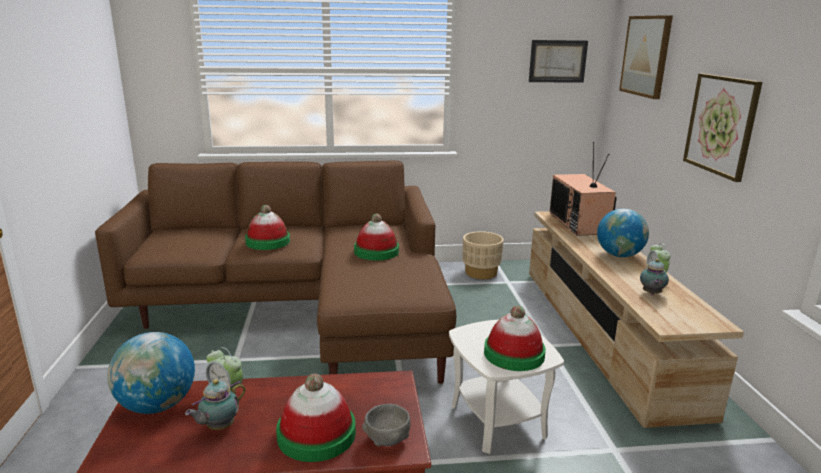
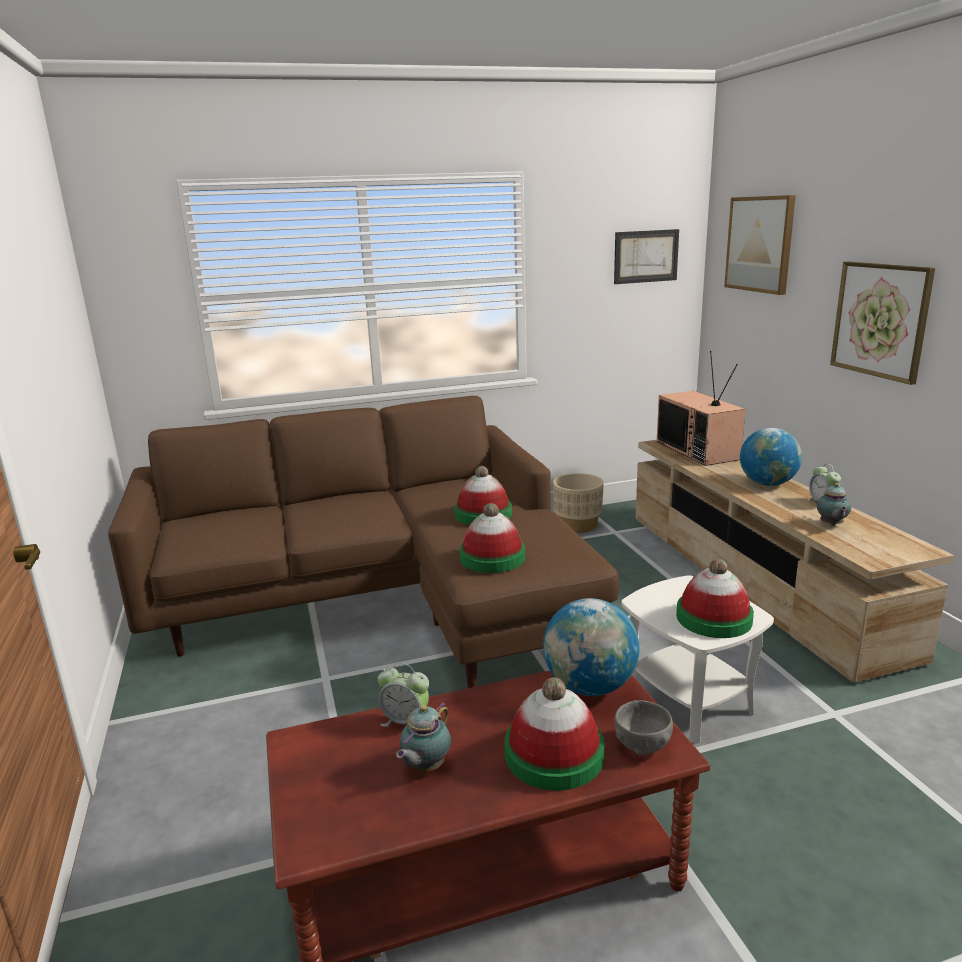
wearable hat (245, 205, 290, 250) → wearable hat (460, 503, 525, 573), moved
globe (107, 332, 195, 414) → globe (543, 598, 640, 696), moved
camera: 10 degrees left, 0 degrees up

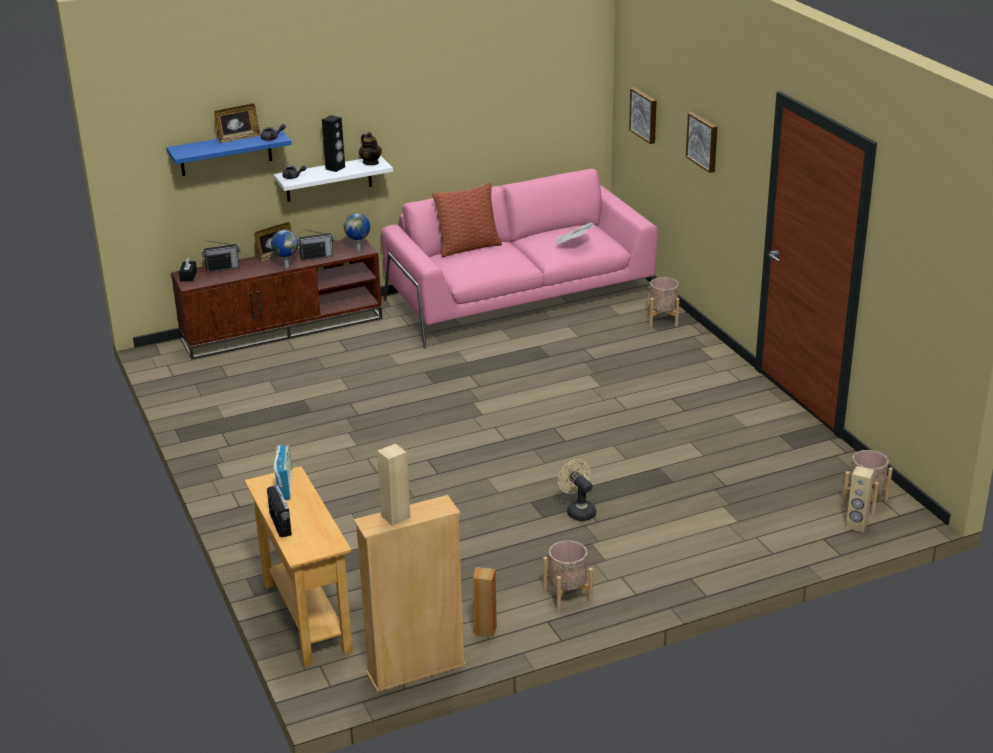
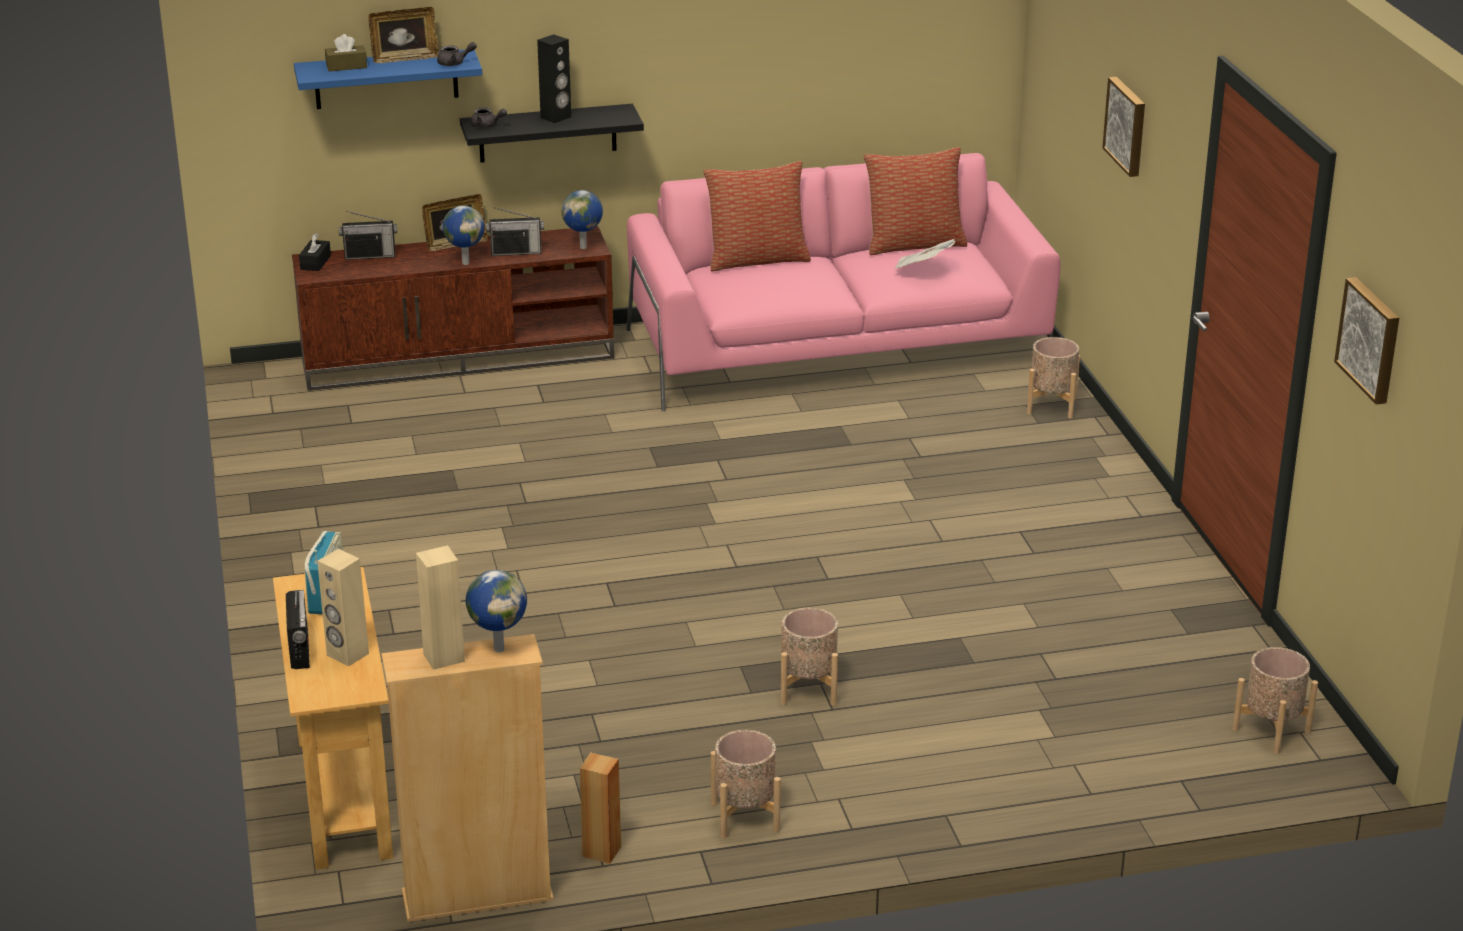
picture (629, 87, 657, 144) → picture (1334, 277, 1399, 404), moved
pot for tea (359, 132, 382, 165) → -
white-coloured wall shelf (273, 156, 393, 202) → black wall shelf (460, 104, 644, 163)
beige-coloured fan (558, 459, 596, 521) → beige-coloured flower pot (781, 608, 838, 706)
beige-coloured speaker (846, 466, 874, 532) → beige-coloured speaker (317, 549, 369, 666), moved
- → brownish tissue holder (325, 34, 367, 72)
- → cushion (864, 147, 967, 255)
- → globe (466, 570, 527, 652)
camera: 10 degrees right, 0 degrees up

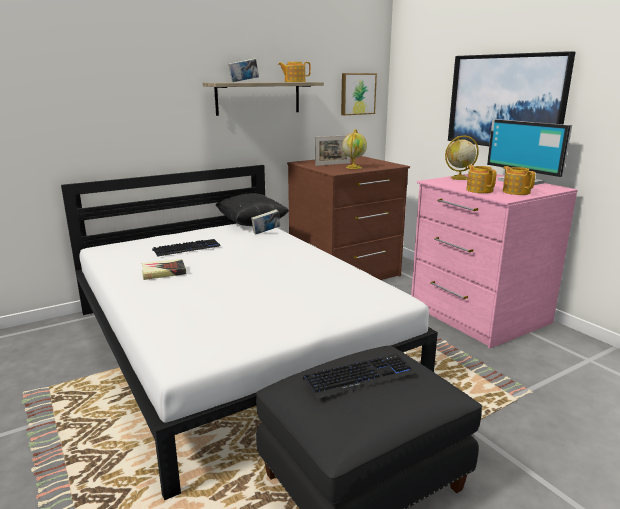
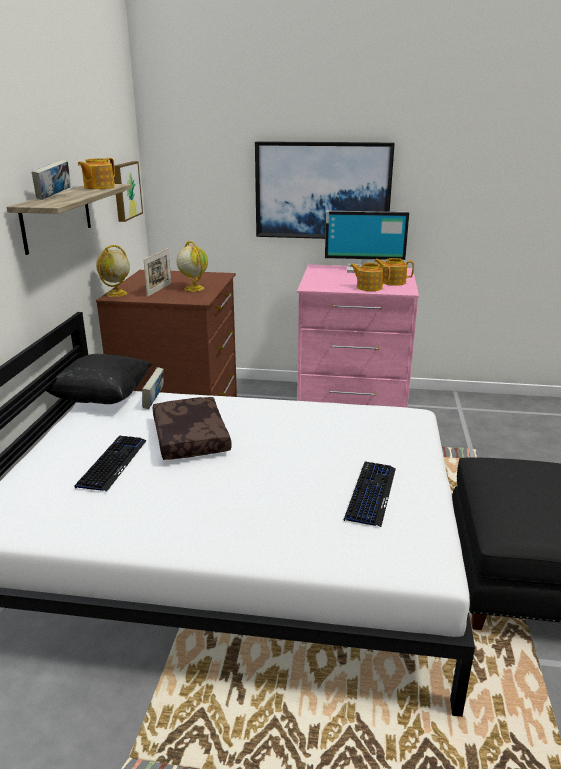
globe (445, 135, 479, 180) → globe (96, 245, 130, 297), moved
volume (142, 259, 186, 280) → -
PC keyboard (303, 354, 415, 399) → PC keyboard (344, 461, 396, 527), moved
- → brownish cushion (152, 397, 232, 460)
camera: 50 degrees left, 5 degrees up

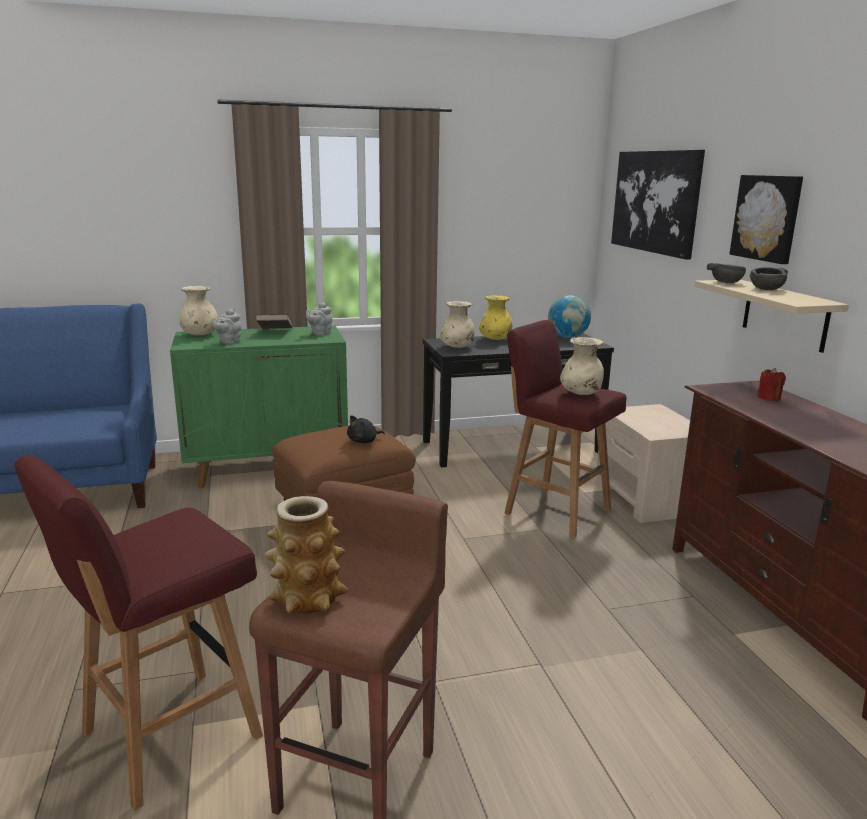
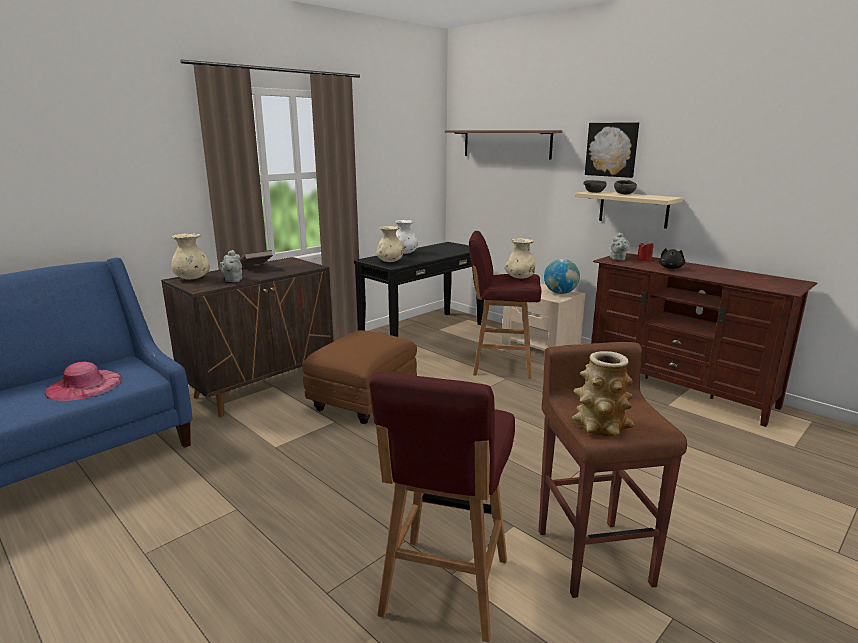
picture (611, 150, 705, 260) → wall shelf (445, 130, 562, 160)
yellowish vase (479, 295, 512, 340) → white-coloured vase (395, 220, 418, 254)
globe (548, 296, 591, 338) → globe (544, 259, 580, 294), moved
grey pot for tea (306, 302, 332, 336) → grey pot for tea (610, 232, 630, 261), moved
green cupboard (170, 326, 348, 488) → brownish cupboard (161, 257, 334, 417)
black cuddly toy (347, 415, 385, 443) → black cuddly toy (659, 248, 685, 269), moved
- → pinkish wearable hat (45, 362, 122, 401)
camera: 30 degrees left, 0 degrees up

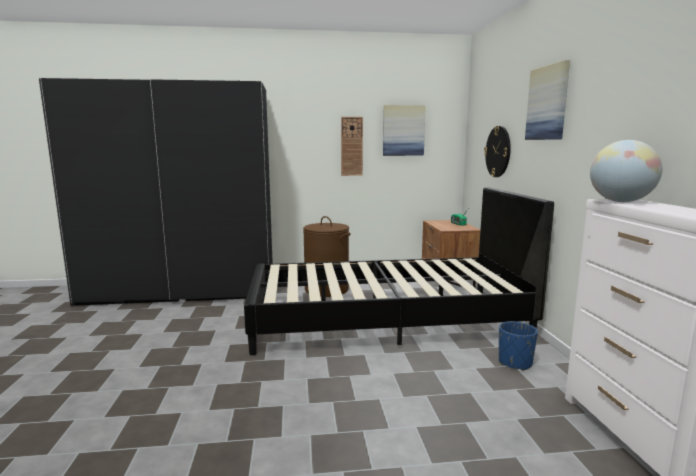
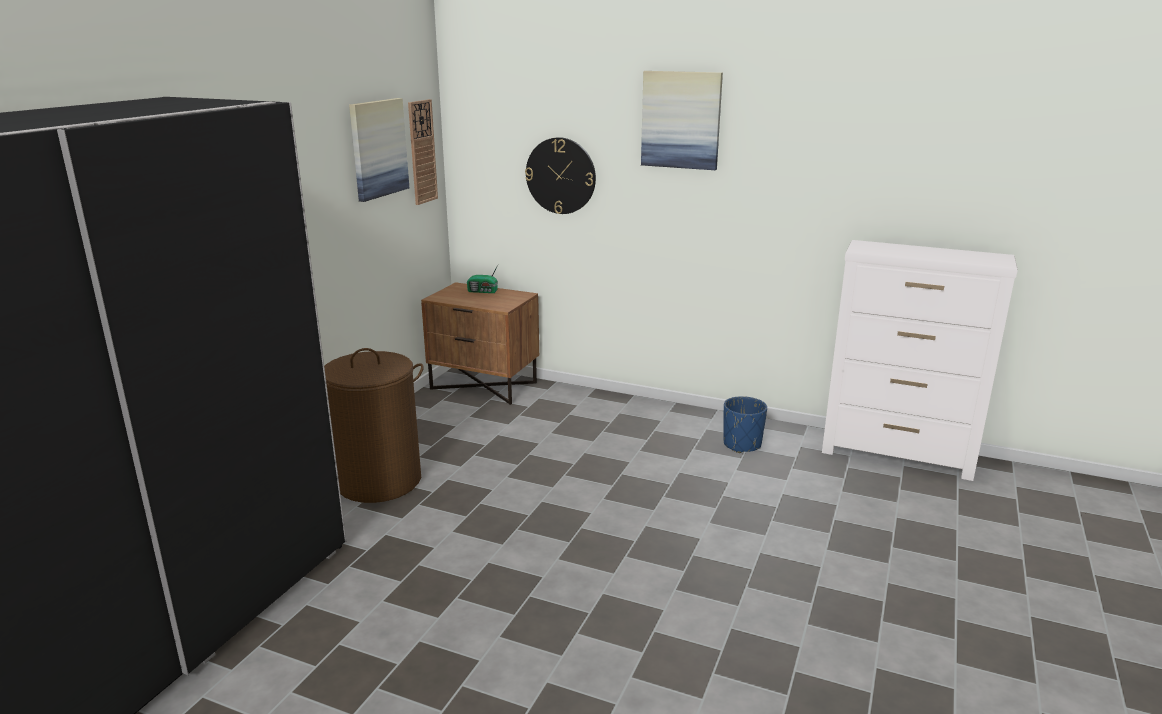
hanging clock (341, 117, 363, 176) → hanging clock (408, 99, 438, 205), moved
globe (590, 140, 662, 202) → -
black bed (244, 187, 554, 355) → -
camera: 60 degrees left, 10 degrees up

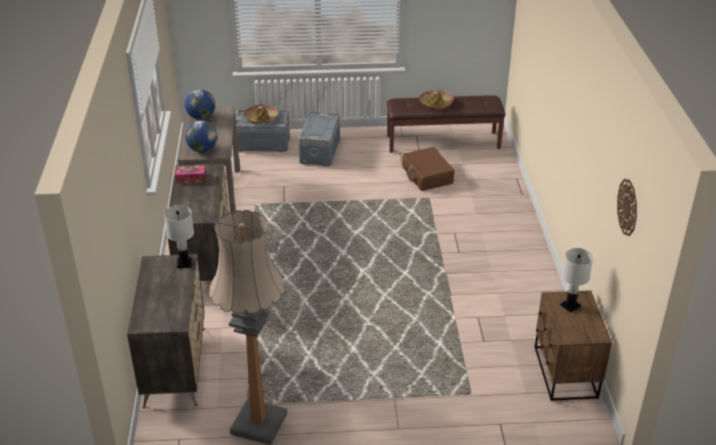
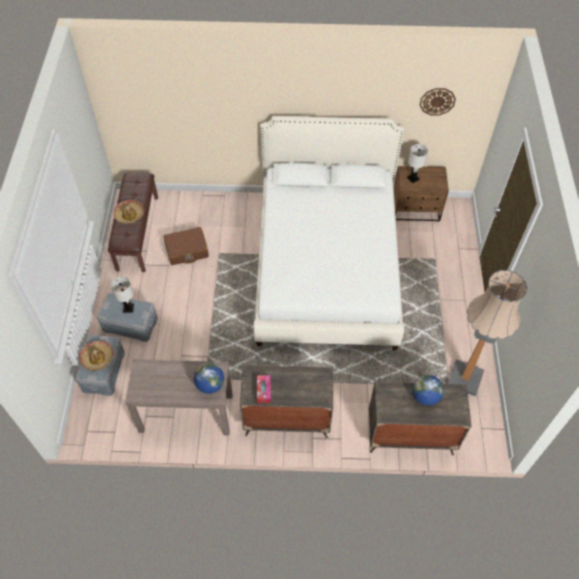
globe (185, 89, 215, 120) → globe (413, 375, 444, 406), moved
white-coloured table lamp (164, 205, 194, 268) → white-coloured table lamp (111, 276, 134, 313), moved
- → white-coloured bed (253, 116, 404, 350)
camera: 85 degrees left, 20 degrees up

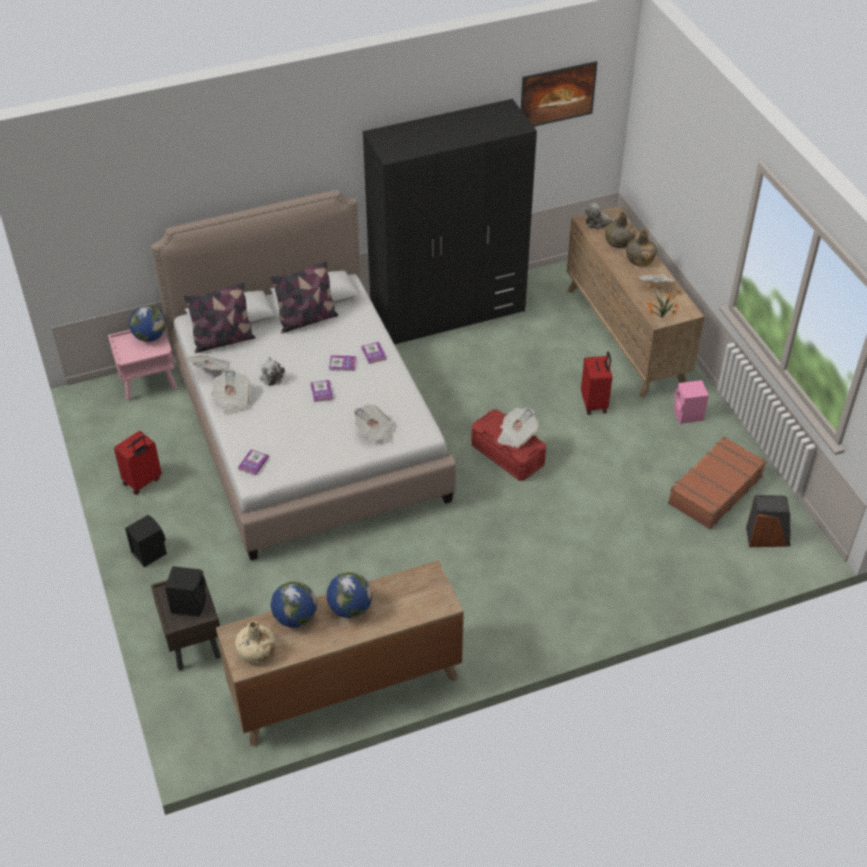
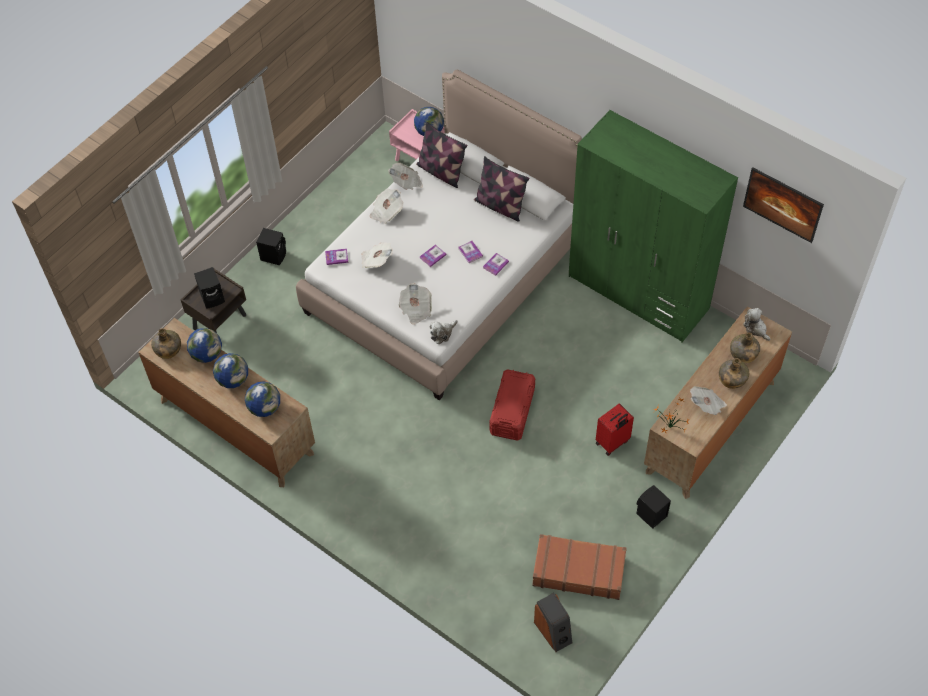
black wardrobe (363, 99, 537, 345) → green wardrobe (569, 110, 738, 343)
cuddly toy (260, 357, 285, 386) → cuddly toy (430, 320, 457, 344), moved
pinkish speaker (674, 380, 709, 424) → black speaker (636, 485, 671, 529)
daily paper (497, 407, 538, 448) → daily paper (361, 242, 393, 268), moved
red-coloured travel case (114, 431, 162, 495) → -
beige-coloured beverage bottle (235, 621, 275, 664) → green beverage bottle (151, 328, 181, 359)
- → globe (245, 381, 280, 417)
camera: 60 degrees right, 10 degrees up

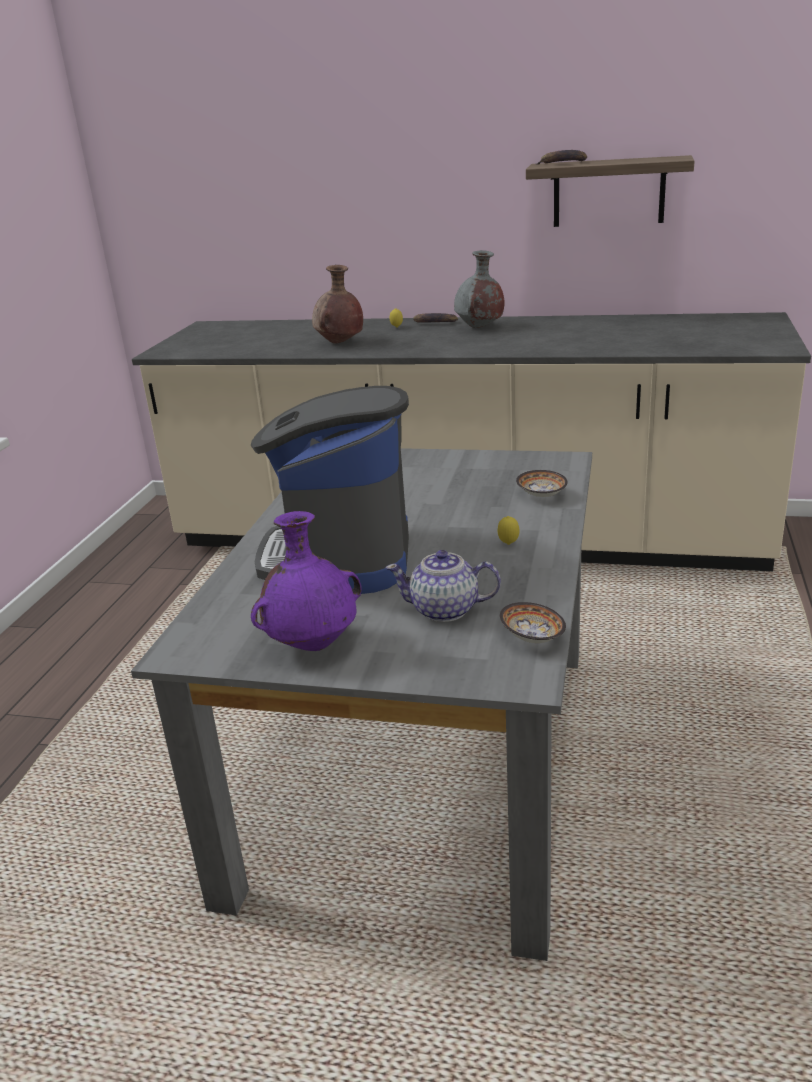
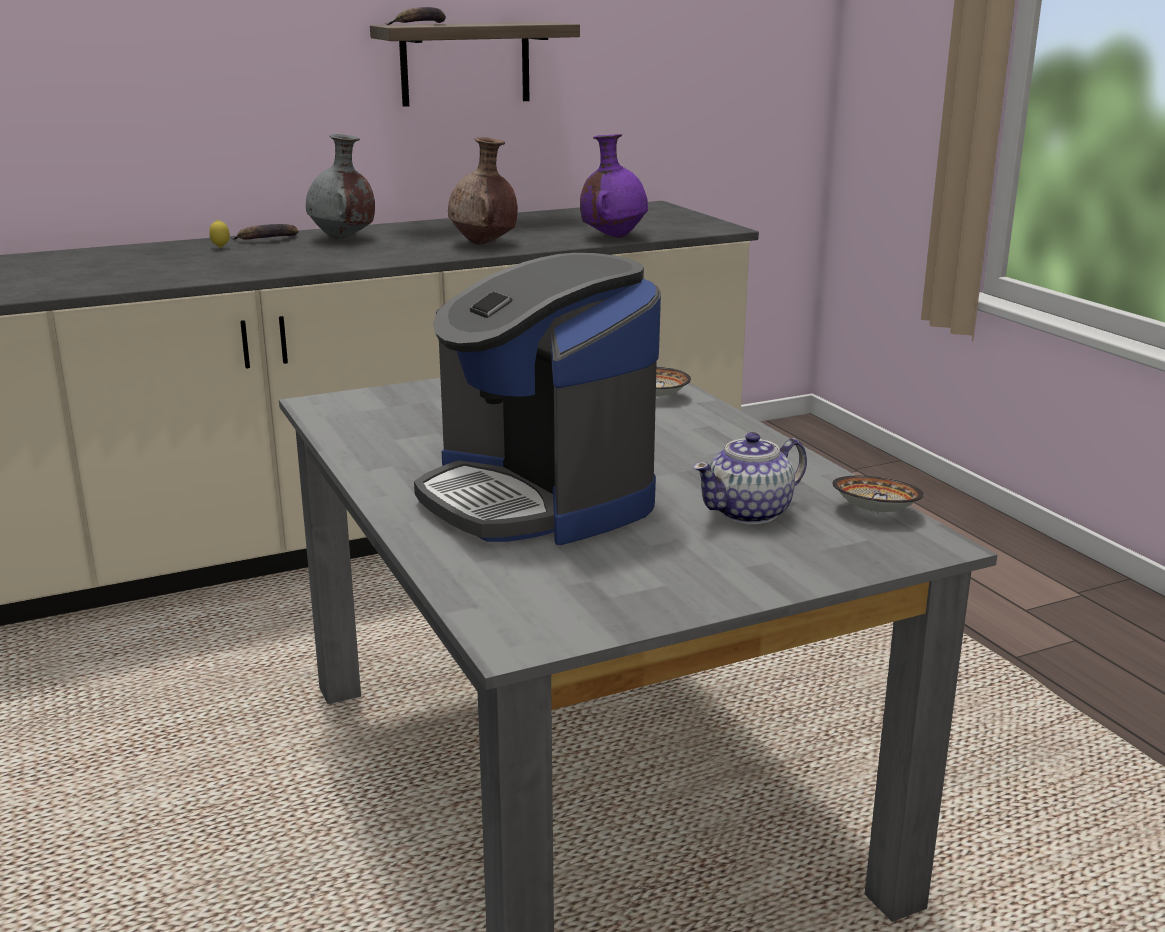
brownish vase (312, 265, 363, 344) → brownish vase (448, 137, 518, 245), moved
purple vase (251, 511, 362, 651) → purple vase (580, 134, 648, 238), moved
lemon (498, 516, 520, 545) → -
camera: 40 degrees left, 5 degrees down

